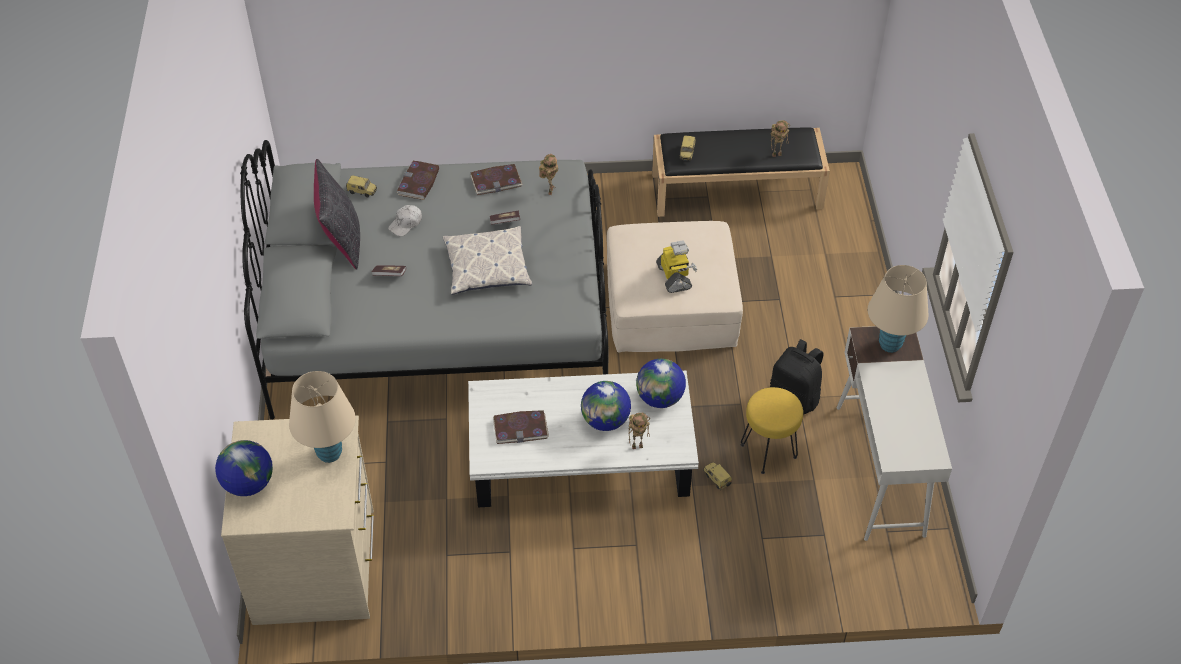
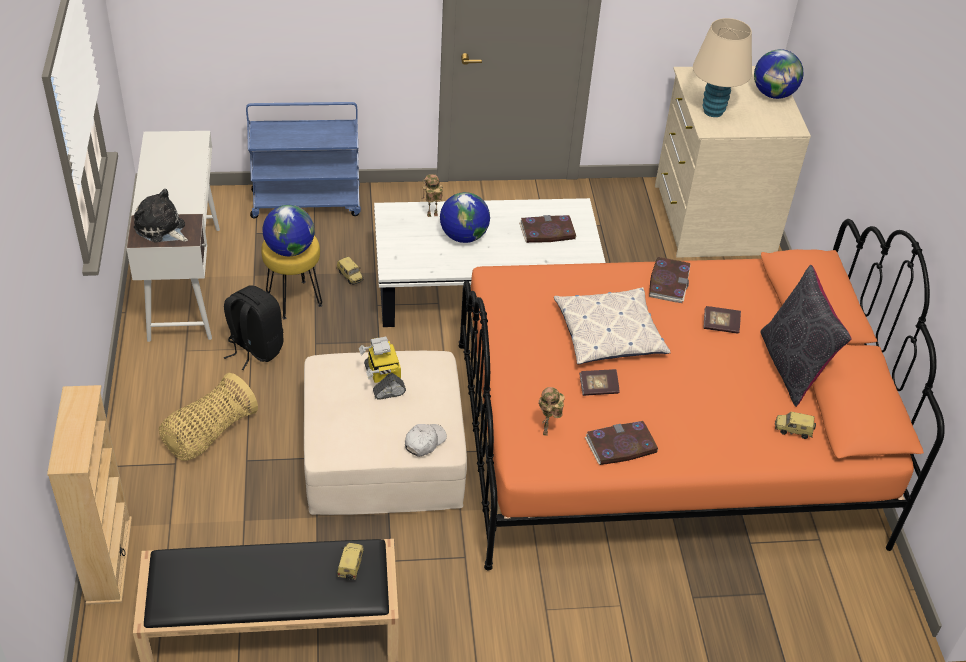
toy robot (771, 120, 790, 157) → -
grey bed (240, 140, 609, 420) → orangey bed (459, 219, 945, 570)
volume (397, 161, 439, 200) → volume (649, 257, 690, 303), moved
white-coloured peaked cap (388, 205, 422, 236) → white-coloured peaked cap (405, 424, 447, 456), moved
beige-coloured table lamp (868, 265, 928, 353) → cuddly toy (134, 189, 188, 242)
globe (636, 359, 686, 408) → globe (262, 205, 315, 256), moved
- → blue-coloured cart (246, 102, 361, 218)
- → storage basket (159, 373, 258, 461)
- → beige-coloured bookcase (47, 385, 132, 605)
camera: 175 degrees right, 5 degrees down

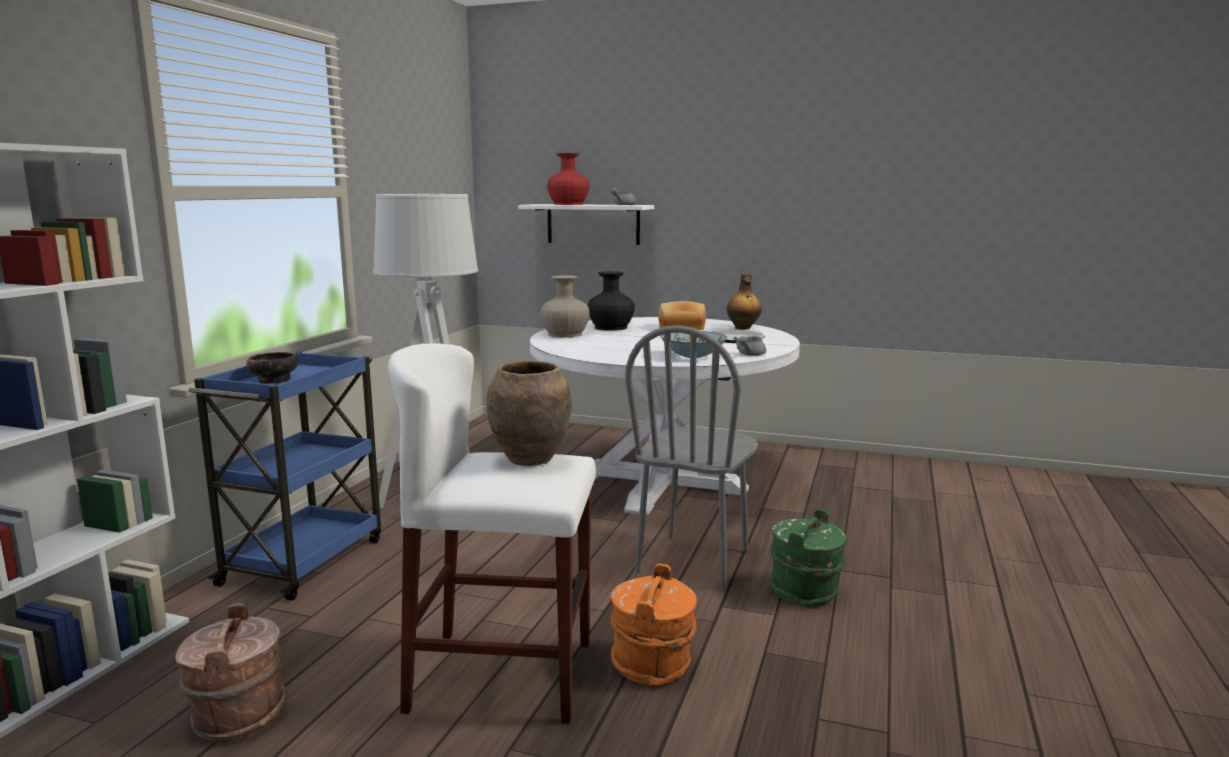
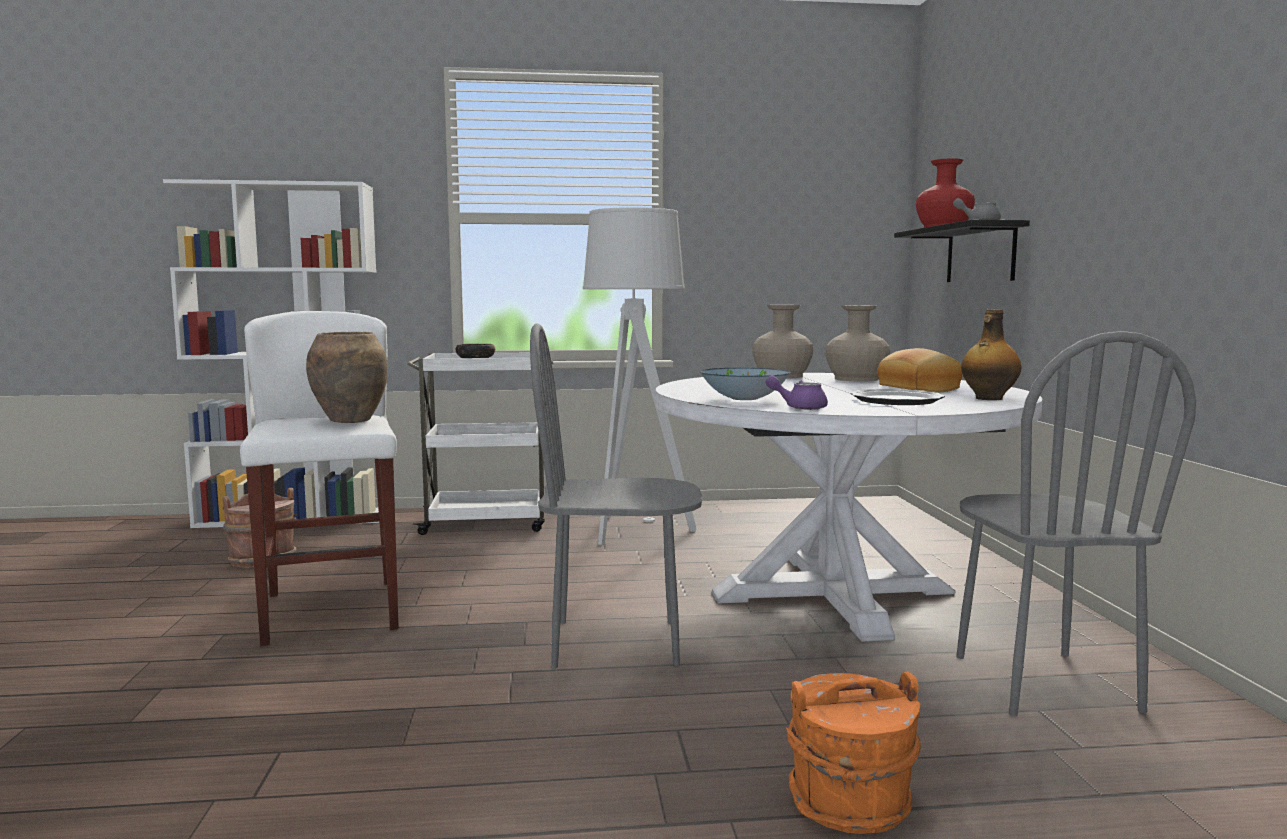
white-coloured wall shelf (518, 204, 654, 245) → black wall shelf (894, 220, 1030, 282)
black vase (588, 271, 635, 331) → beige-coloured vase (825, 305, 890, 381)
grey pot for tea (733, 336, 766, 356) → purple pot for tea (765, 375, 828, 410)
blue-coloured cart (188, 351, 381, 601) → white-coloured cart (407, 353, 553, 535)
green pail (769, 509, 846, 606) → -
orangey pail (610, 564, 697, 686) → orangey pail (786, 671, 921, 834), moved
- → grey plain chair (956, 331, 1196, 716)
camera: 65 degrees right, 5 degrees down

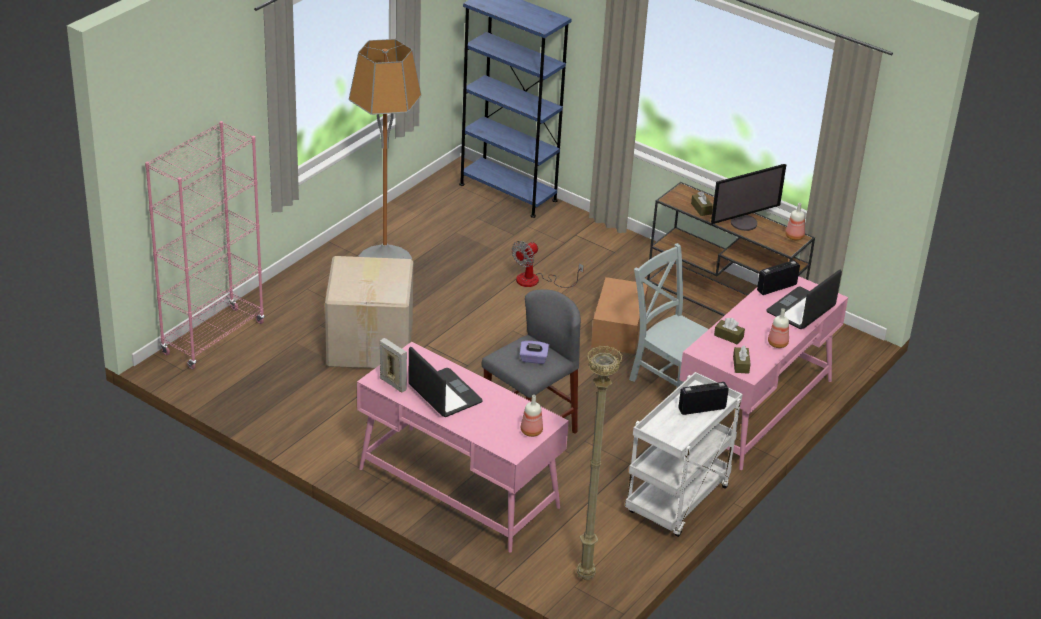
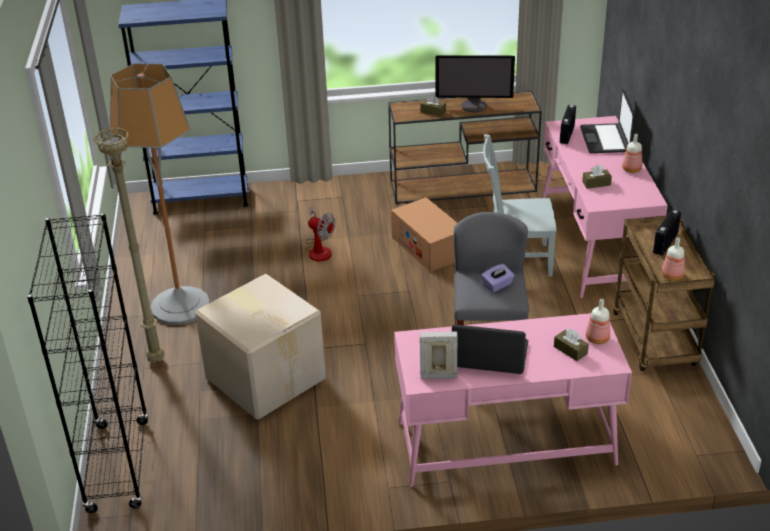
pinkish bookcase (145, 121, 265, 369) → black bookcase (27, 213, 149, 513)
computer screen (711, 164, 786, 231) → computer screen (435, 56, 515, 112), 75 degrees clockwise
beverage bottle (785, 203, 805, 240) → beverage bottle (662, 237, 685, 281), moved
fan (512, 241, 584, 288) → fan (306, 206, 335, 261), 60 degrees counterclockwise
beige-coloured standard lamp (577, 345, 623, 580) → beige-coloured standard lamp (94, 128, 164, 363), moved
brownish tissue holder (733, 345, 751, 374) → brownish tissue holder (554, 329, 589, 361), moved
white-coloured cart (625, 372, 743, 537) → brownish cart (613, 216, 715, 371)
camera: 40 degrees left, 0 degrees up

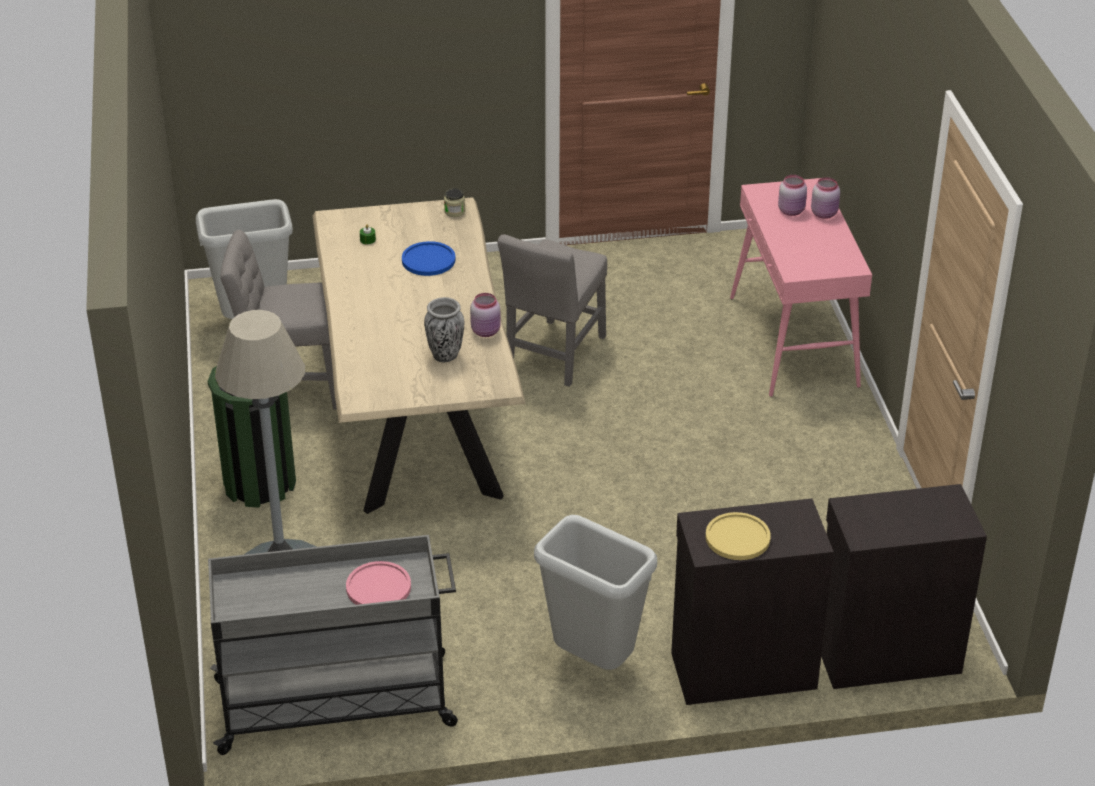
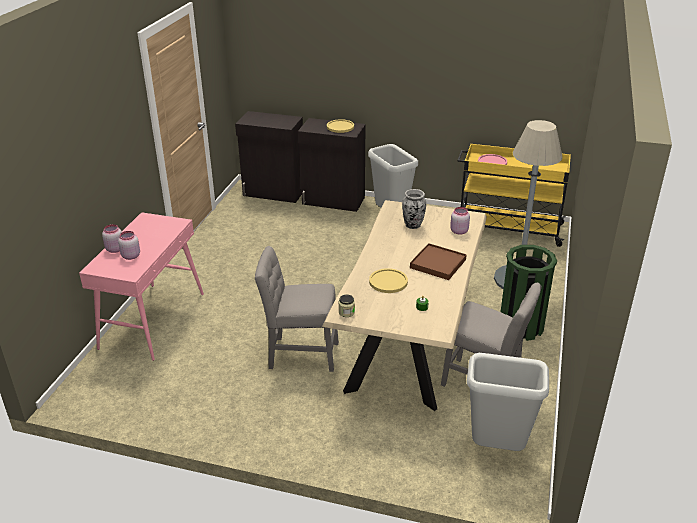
grey plain chair (498, 234, 607, 387) → grey plain chair (255, 246, 339, 372), 135 degrees counterclockwise
blue-coloured dinner plate (402, 241, 456, 276) → yellowish dinner plate (369, 268, 408, 293)
pinkish storage jar (470, 293, 501, 337) → pinkish storage jar (450, 207, 470, 235), moved
grey cart (208, 535, 458, 755) → yellowish cart (457, 144, 571, 247)
- → brownish carrying tray (410, 243, 467, 280)
camera: 155 degrees left, 5 degrees down

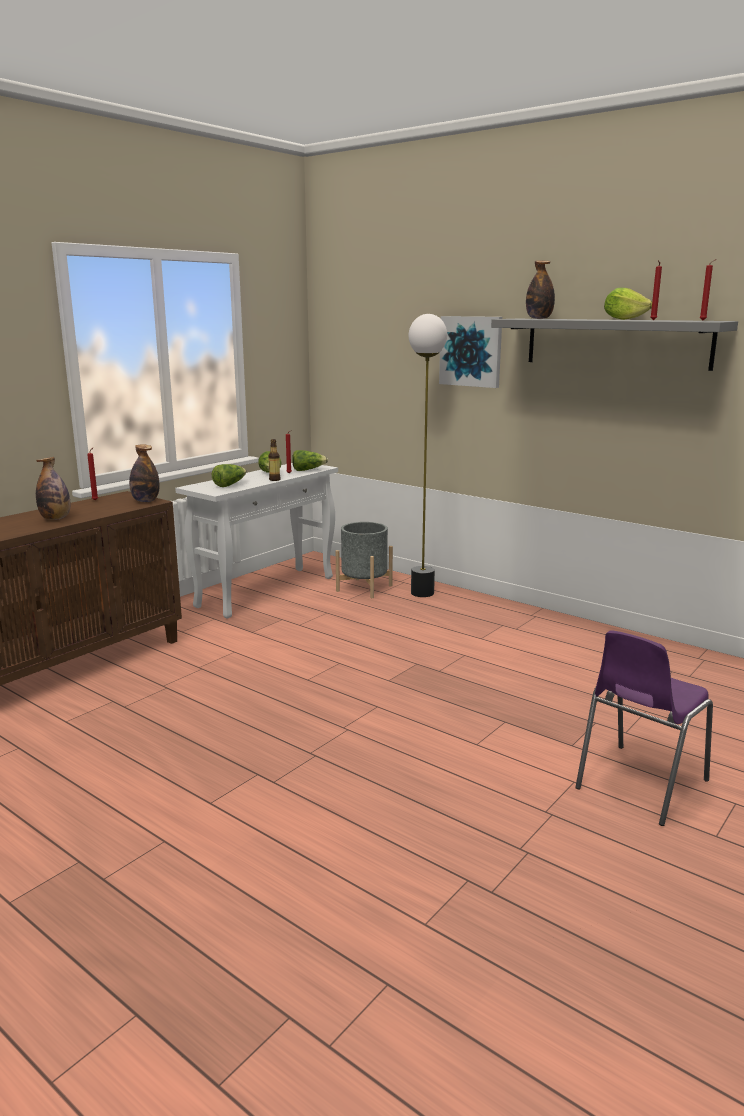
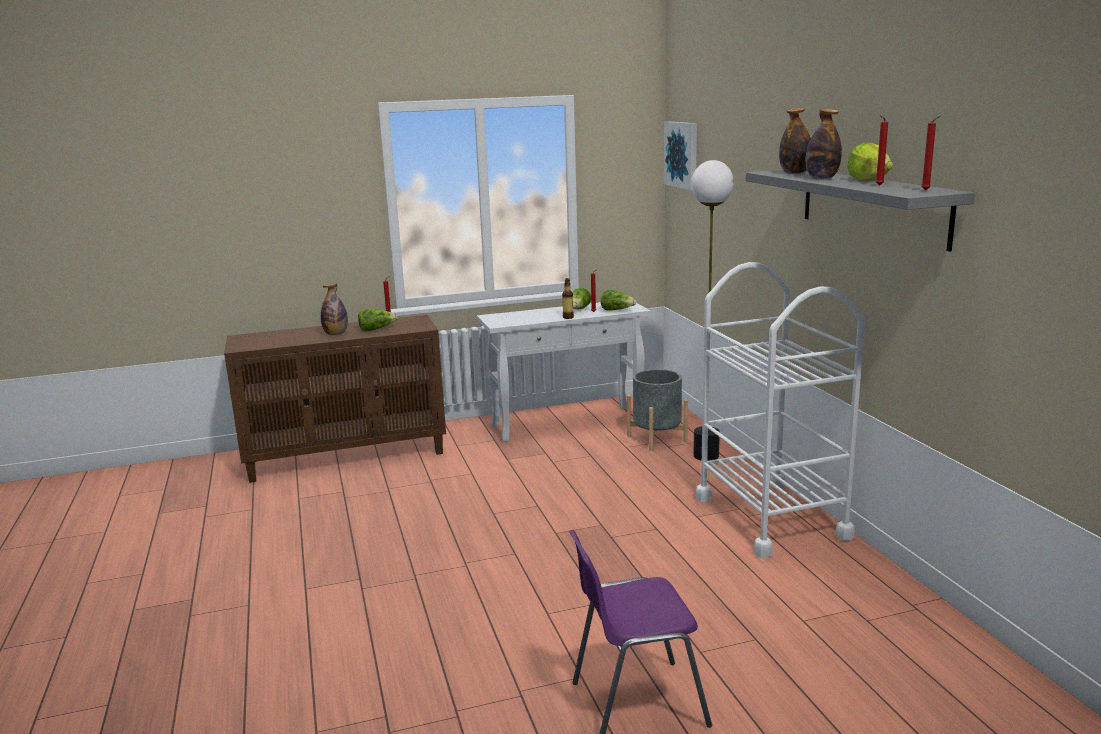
picture (439, 316, 502, 388) → picture (664, 122, 697, 190), moved
beverage bottle (129, 444, 160, 502) → beverage bottle (806, 109, 842, 179), moved
lettuce (212, 464, 247, 487) → lettuce (358, 309, 398, 331), moved
- → white-coloured cart (696, 262, 865, 558)
camera: 35 degrees right, 0 degrees up

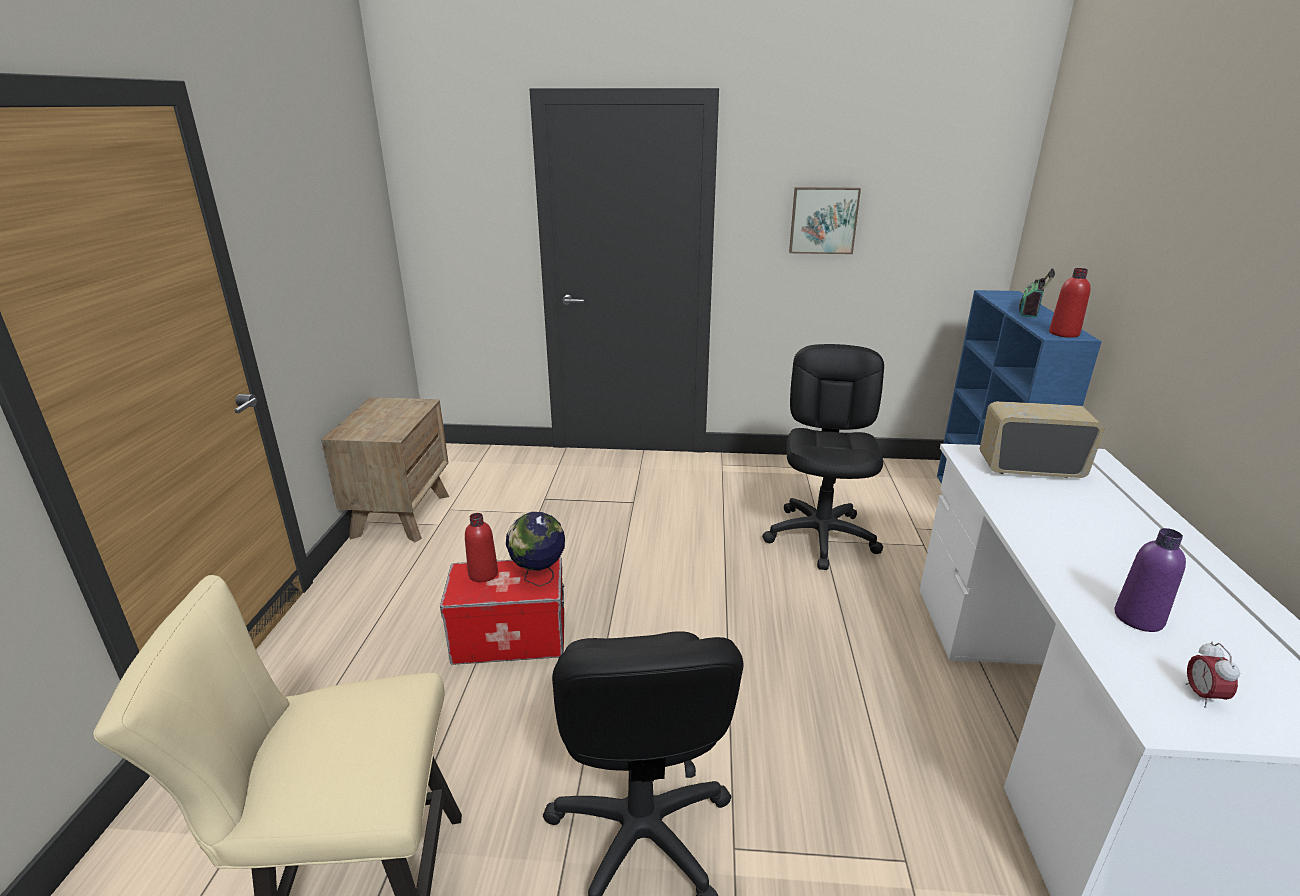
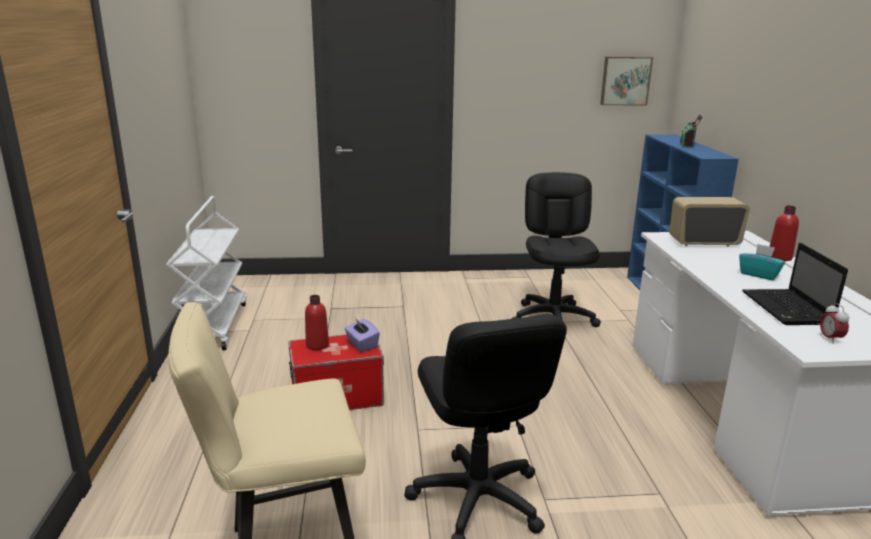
picture (789, 187, 861, 254) → picture (600, 57, 653, 105), moved
red-coloured beverage bottle (1049, 268, 1091, 338) → red-coloured beverage bottle (769, 205, 799, 261), moved
brownish nightstand (321, 397, 449, 542) → white-coloured cart (166, 196, 246, 350)
globe (506, 512, 565, 587) → purple tissue holder (345, 318, 380, 352)
purple beverage bottle (1115, 528, 1186, 632) → laptop (742, 243, 848, 325)
- → turquoise tissue holder (739, 244, 785, 280)
camera: 10 degrees left, 5 degrees down

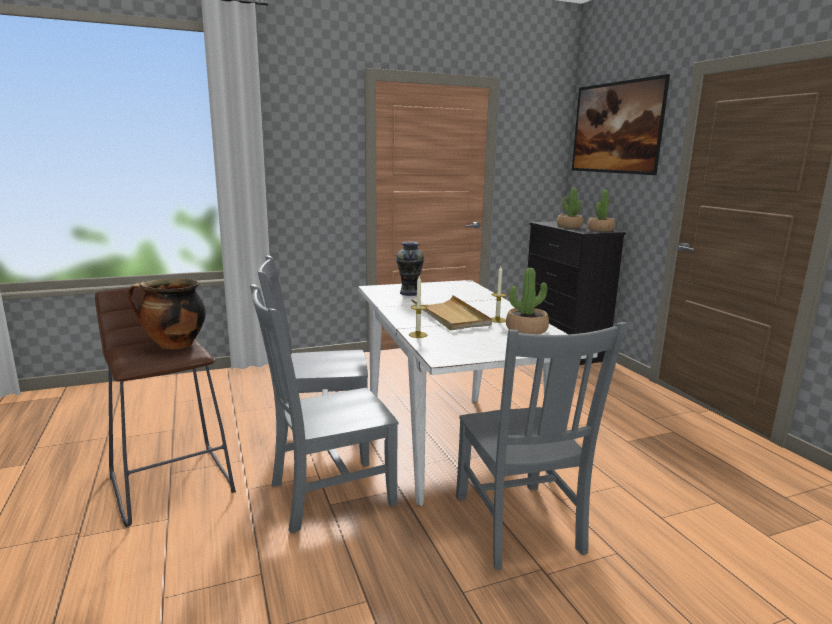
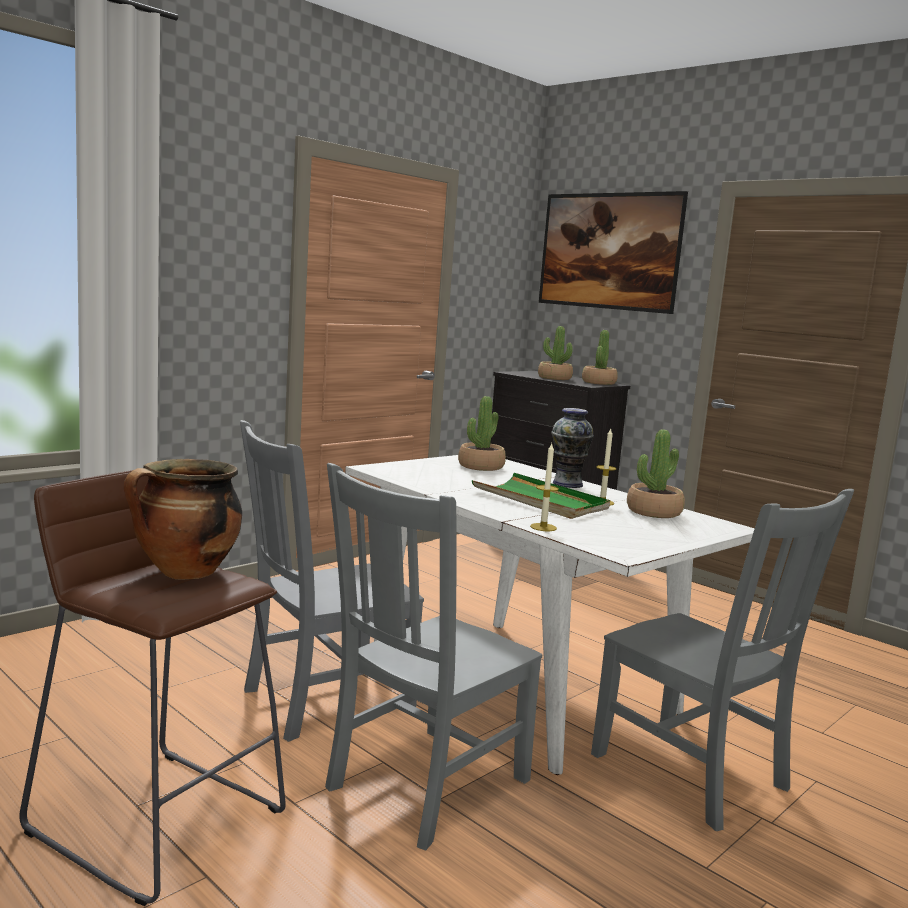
vase (396, 242, 424, 296) → vase (551, 408, 594, 488), moved
beige-coloured carrying tray (411, 295, 492, 330) → green carrying tray (472, 473, 610, 519)
- → potted plant (458, 396, 506, 471)
camera: 25 degrees left, 5 degrees down

